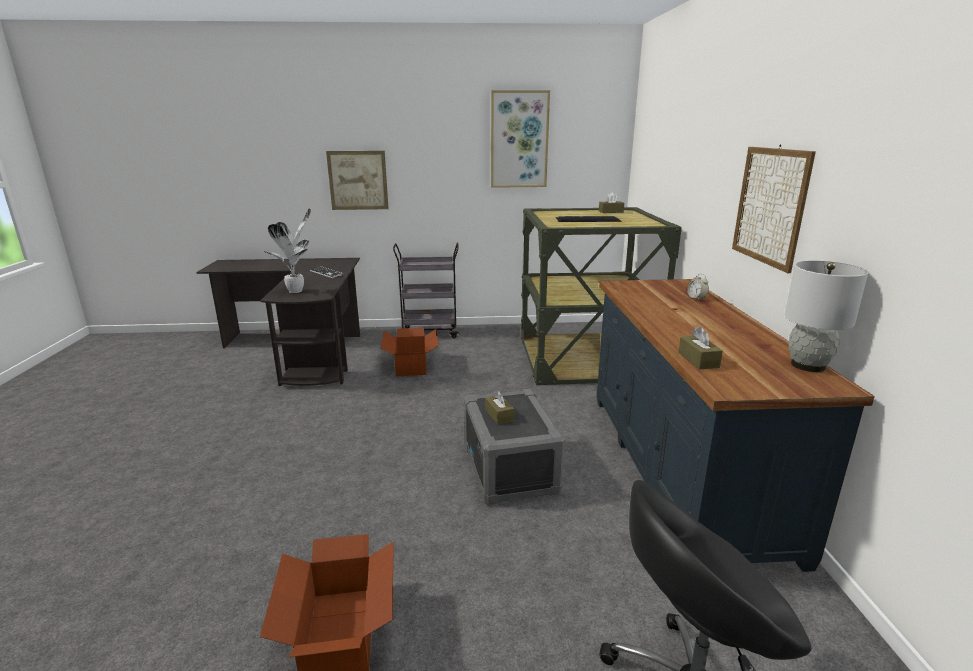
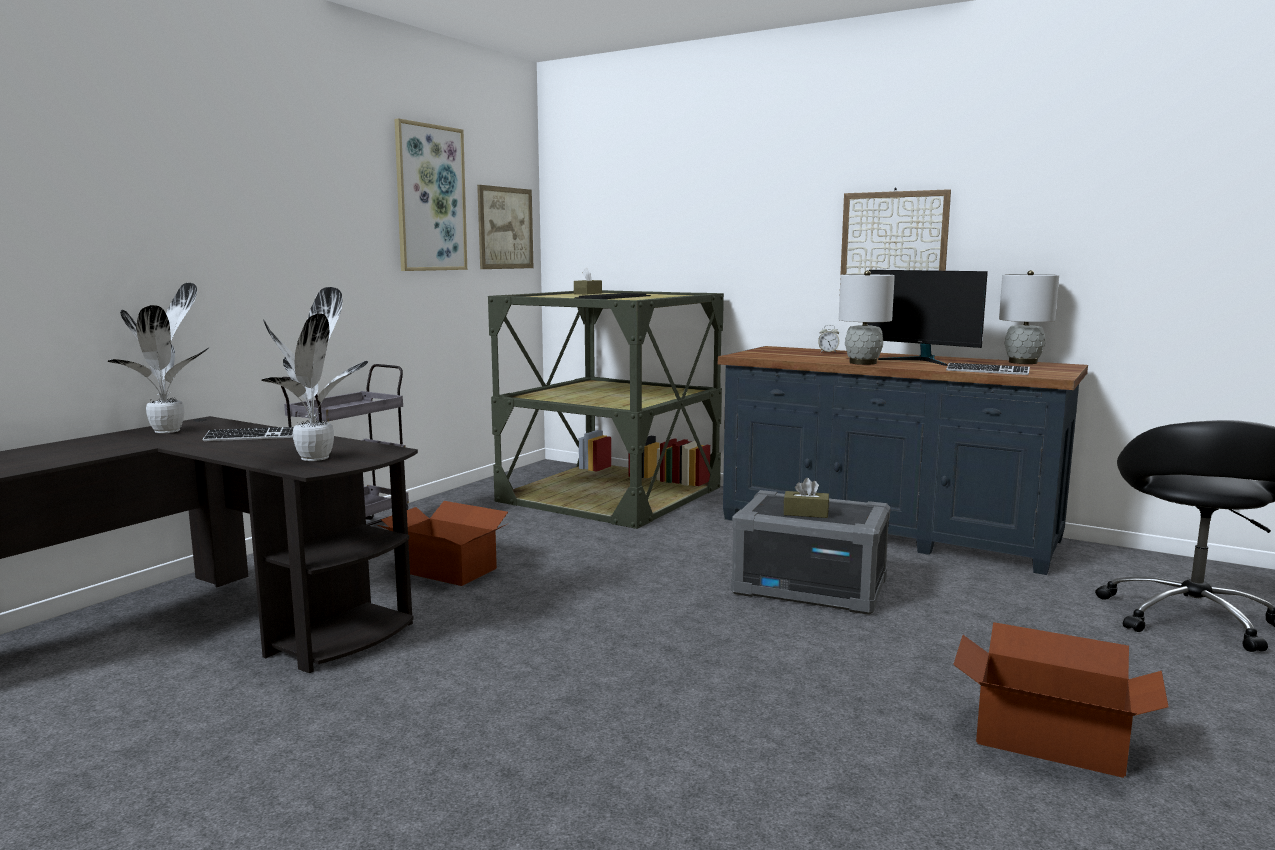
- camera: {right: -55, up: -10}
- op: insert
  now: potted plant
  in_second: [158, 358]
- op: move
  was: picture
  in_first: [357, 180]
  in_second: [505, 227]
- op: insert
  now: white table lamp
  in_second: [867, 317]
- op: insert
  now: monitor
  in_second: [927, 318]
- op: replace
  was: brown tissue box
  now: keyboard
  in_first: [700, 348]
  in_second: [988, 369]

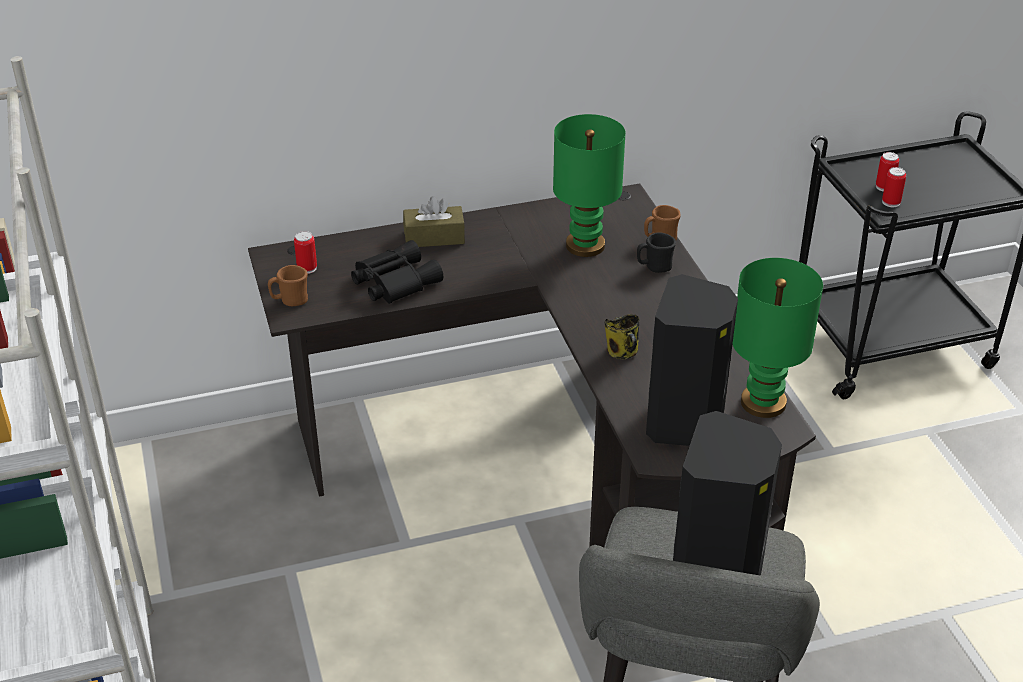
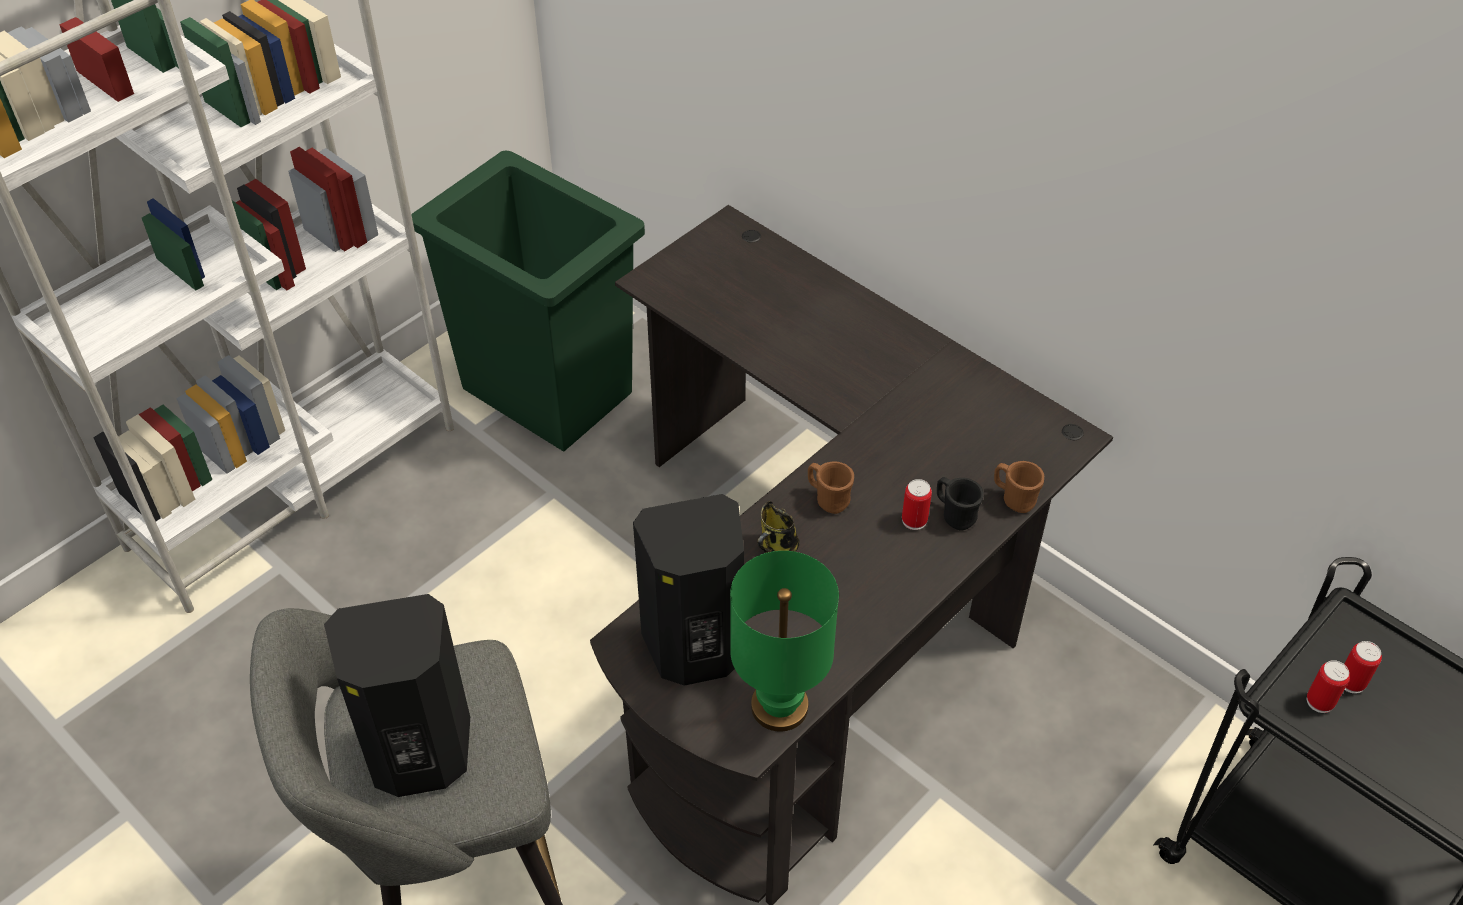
- camera: {right: 60, up: 10}
- op: insert
  now: green trash can
  in_second: [528, 301]
- op: move
  was: brown mug
  in_first: [288, 285]
  in_second: [831, 487]
- op: move
  was: can
  in_first: [305, 252]
  in_second: [917, 504]
- op: delete
  was: black binoculars
  in_first: [397, 272]
- op: delete
  was: brown tissue box
  in_first: [434, 221]
- op: delete
  was: green table lamp
  in_first: [589, 185]

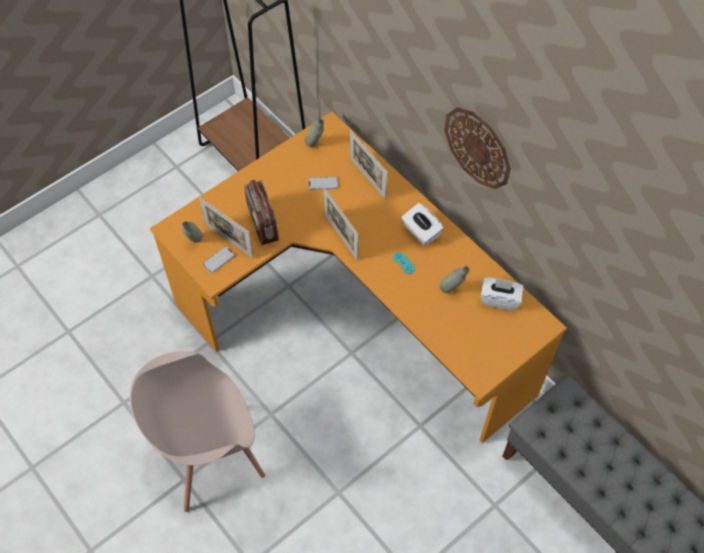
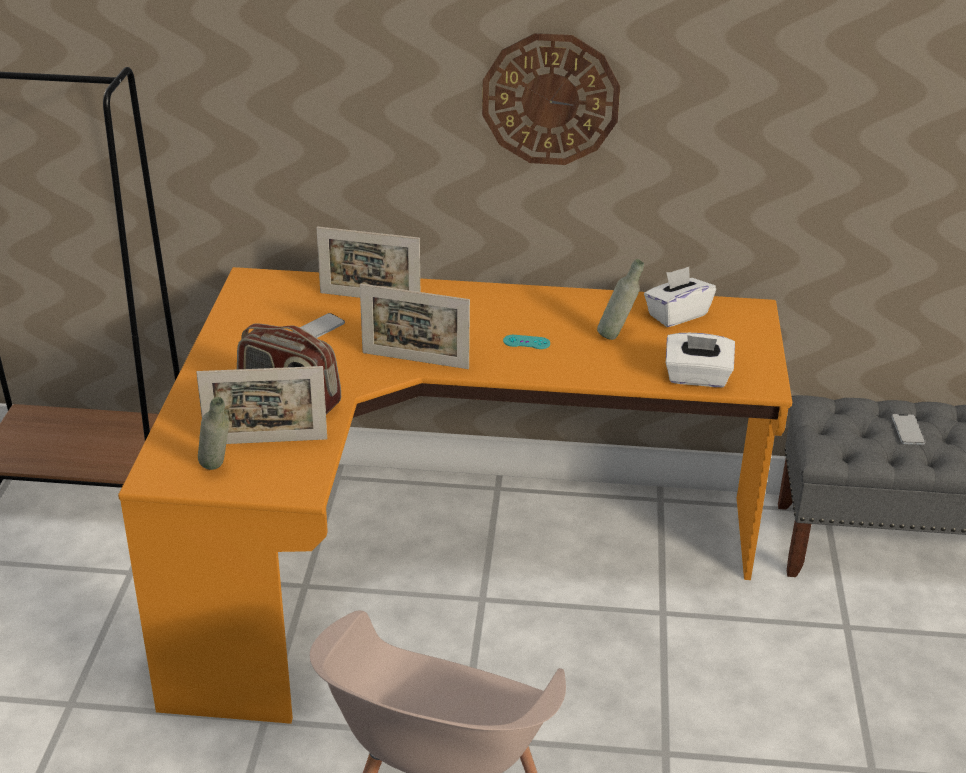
- camera: {right: -45, up: -25}
- op: move
  was: white tissue box
  in_first: [423, 224]
  in_second: [700, 360]
- op: move
  was: phone
  in_first: [219, 259]
  in_second: [908, 429]
- op: delete
  was: grey bottle
  in_first: [314, 133]

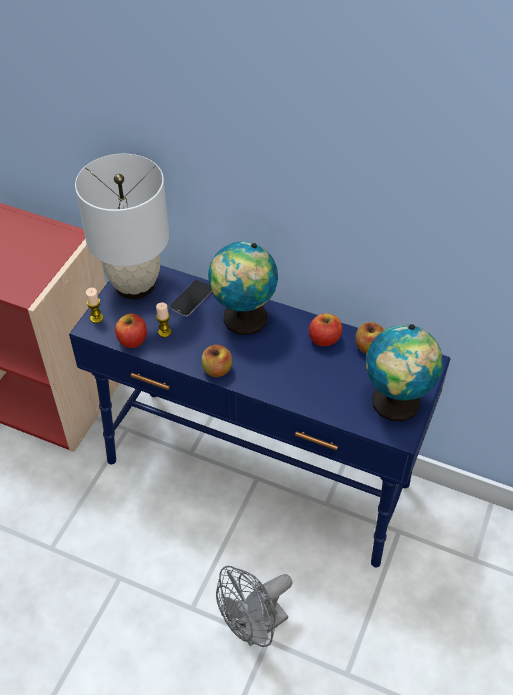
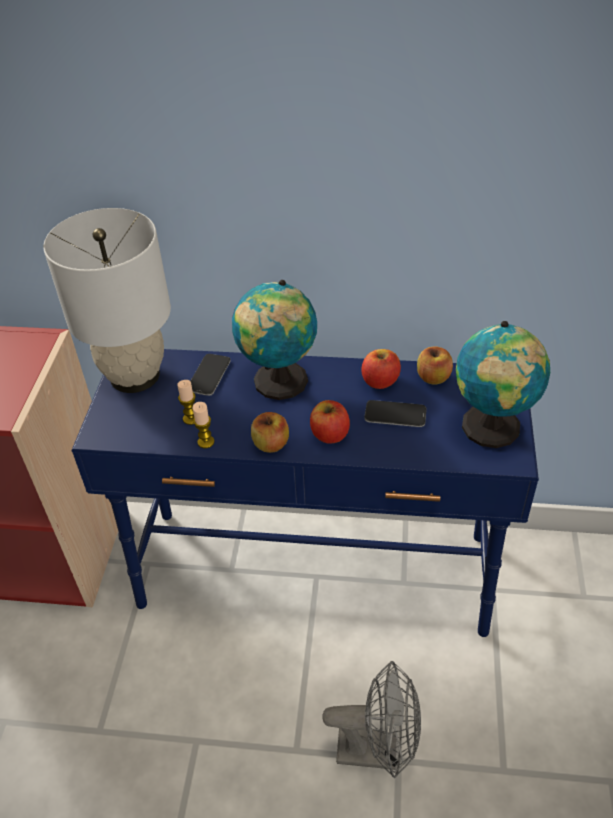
- camera: {right: -15, up: -5}
- op: move
  was: candle
  in_first: [94, 305]
  in_second: [203, 425]
- op: move
  was: apple
  in_first: [131, 331]
  in_second: [330, 422]
- op: rotate
  was: grey fan
  in_first: [254, 606]
  in_second: [371, 719]
  clockwise: -120
- op: insert
  now: phone
  in_second: [395, 413]

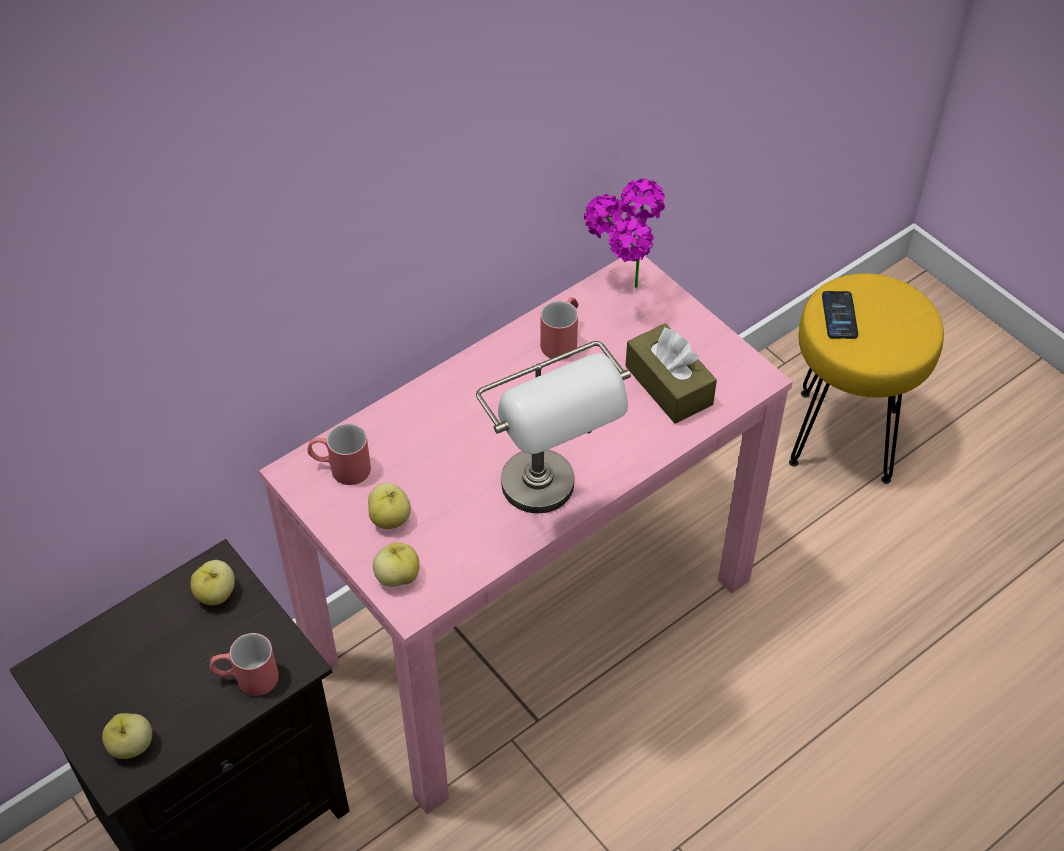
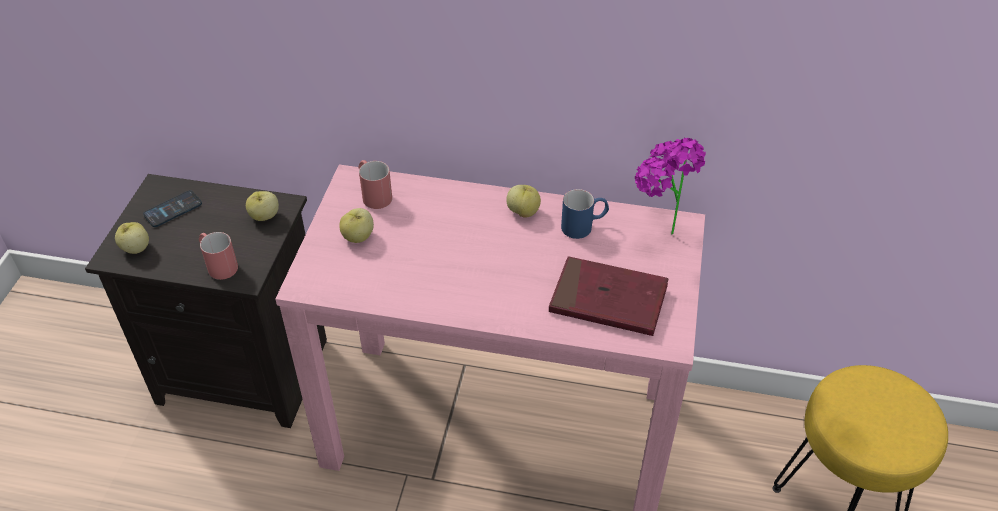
- camera: {right: 50, up: -5}
- op: move
  was: phone
  in_first: [840, 315]
  in_second: [172, 208]
- op: move
  was: apple
  in_first: [396, 564]
  in_second: [523, 201]
- op: replace
  was: brown tissue box
  now: red book
  in_first: [671, 373]
  in_second: [608, 296]
- op: recolor
  was: red mug
  now: blue mug
  in_first: [559, 328]
  in_second: [585, 214]
- op: delete
  was: grey table lamp
  in_first: [553, 427]

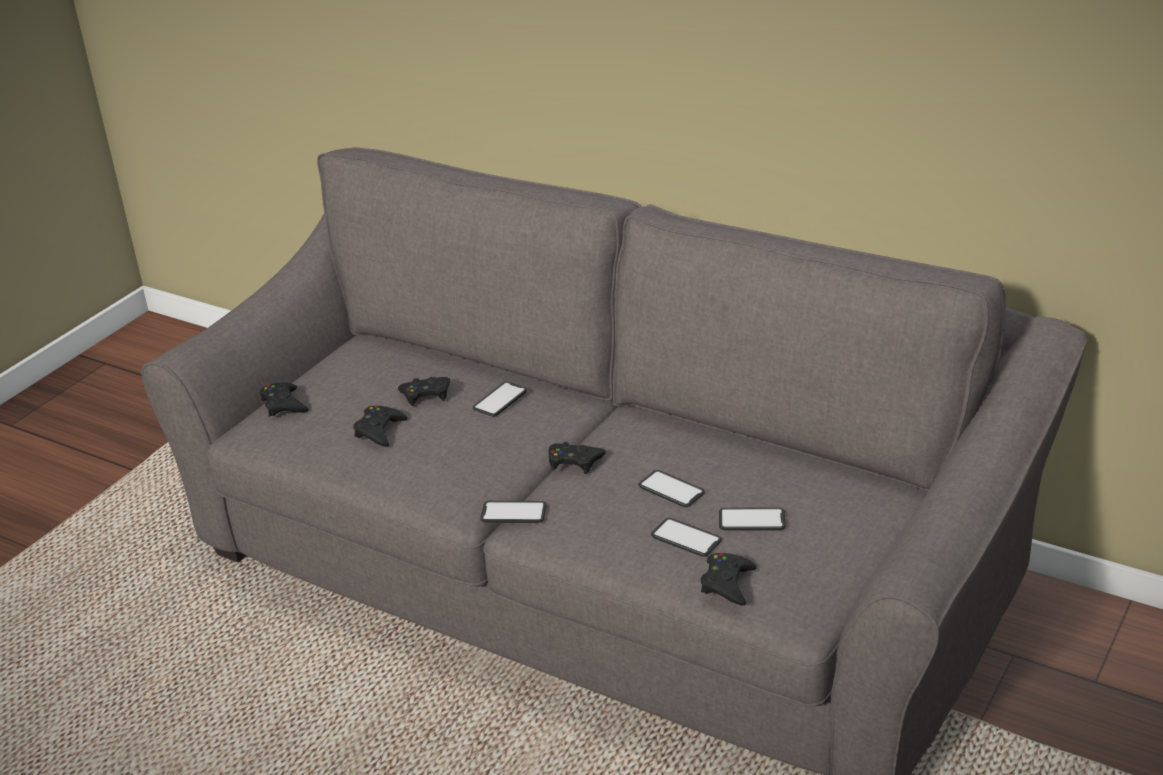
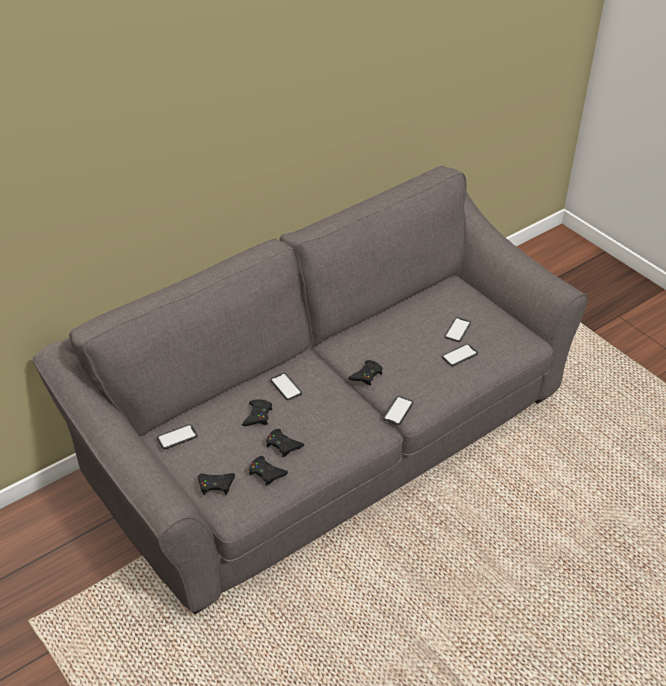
- camera: {right: -70, up: 10}
- op: move
  was: phone
  in_first: [671, 488]
  in_second: [177, 436]
- op: move
  was: black game controller
  in_first: [729, 579]
  in_second: [268, 471]

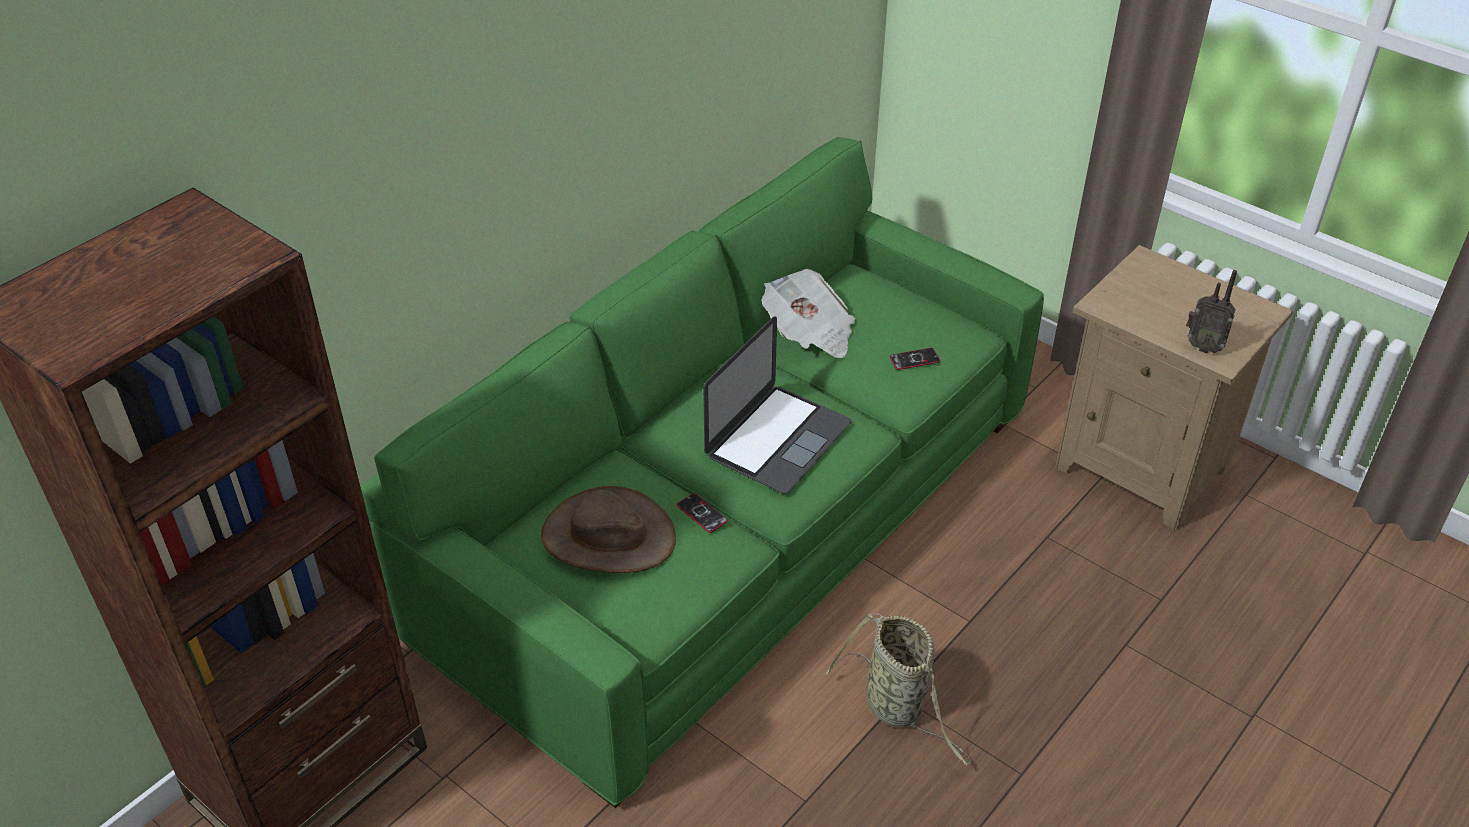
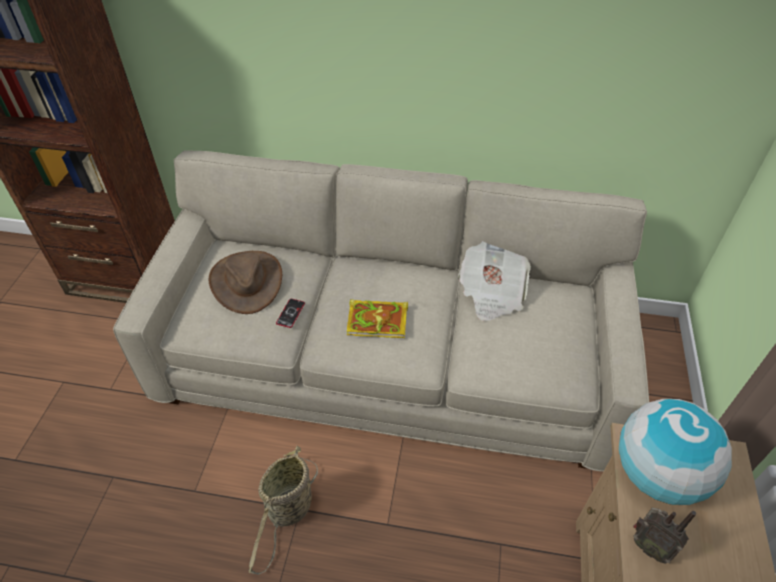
- camera: {right: 60, up: 5}
- op: recolor
  was: green sofa
  now: beige sofa
  in_first: [702, 472]
  in_second: [381, 311]
- op: replace
  was: laptop
  now: book
  in_first: [777, 405]
  in_second: [377, 318]
- op: insert
  now: globe
  in_second: [675, 452]
- op: rotate
  was: radio
  in_first: [1211, 311]
  in_second: [664, 535]
  clockwise: -45
- op: delete
  was: phone
  in_first: [914, 359]

